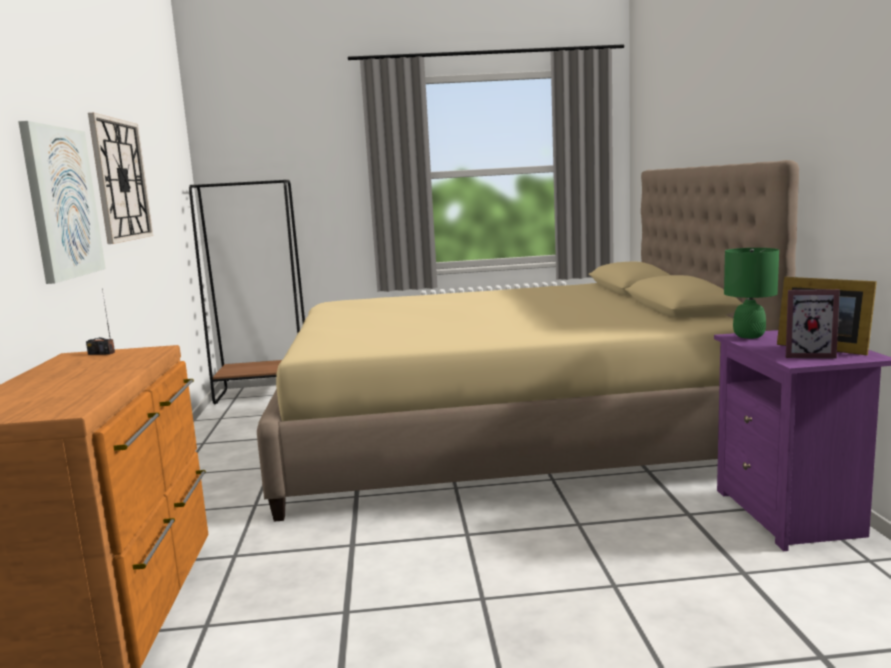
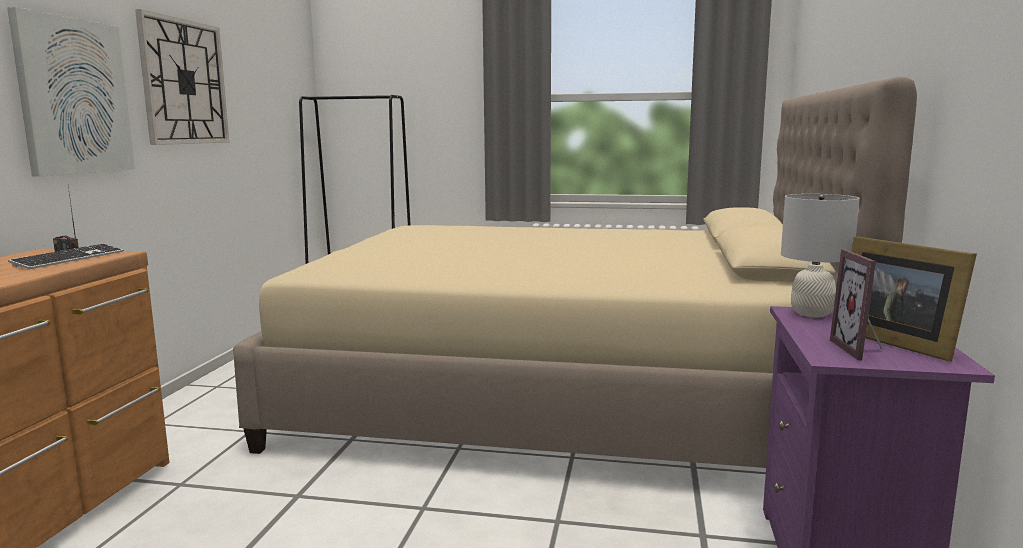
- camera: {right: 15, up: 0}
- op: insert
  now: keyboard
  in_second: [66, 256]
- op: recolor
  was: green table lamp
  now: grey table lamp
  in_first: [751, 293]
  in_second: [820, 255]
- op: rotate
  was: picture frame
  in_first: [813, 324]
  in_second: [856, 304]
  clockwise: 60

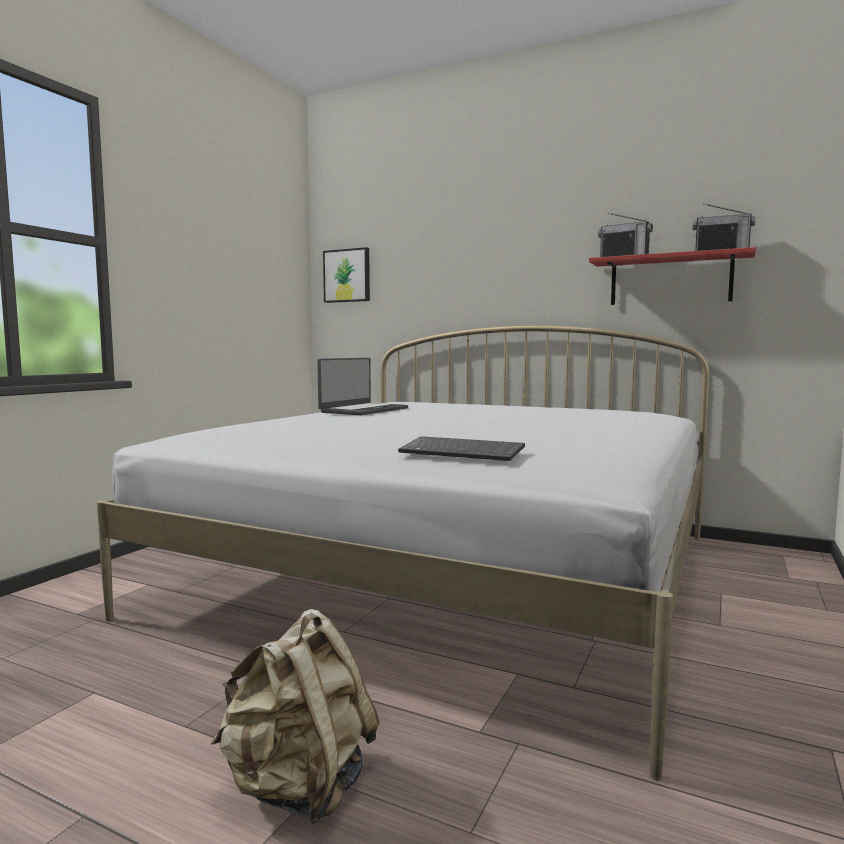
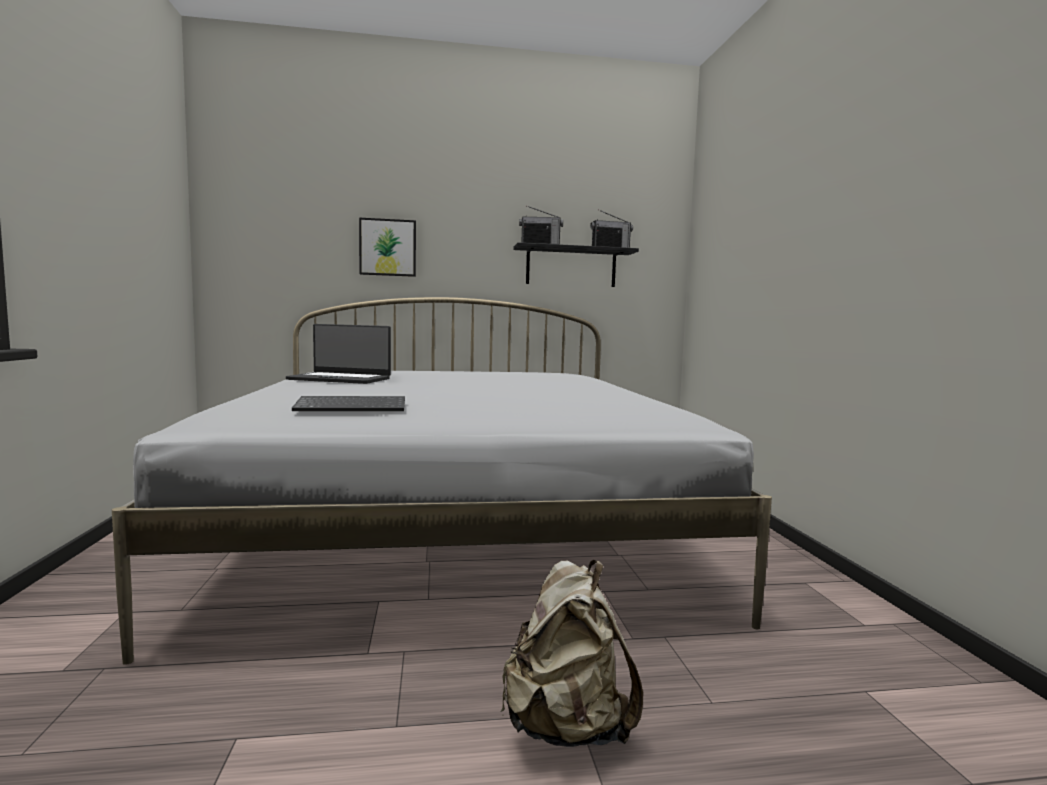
- camera: {right: -35, up: 0}
- op: rotate
  was: laptop
  in_first: [362, 386]
  in_second: [338, 354]
  clockwise: 105
- op: move
  was: keyboard
  in_first: [461, 448]
  in_second: [348, 403]
- op: move
  was: picture
  in_first: [346, 275]
  in_second: [387, 247]
- op: recolor
  was: red shelf
  now: black shelf
  in_first: [672, 276]
  in_second: [576, 264]

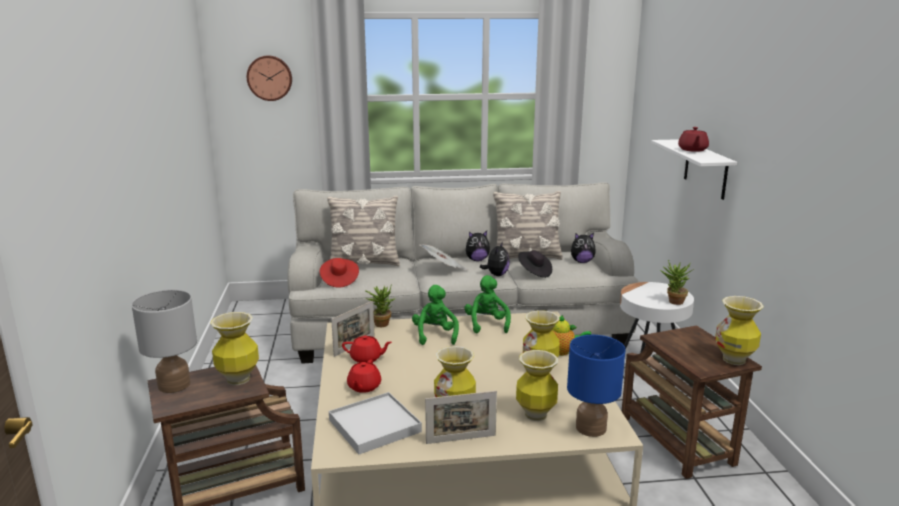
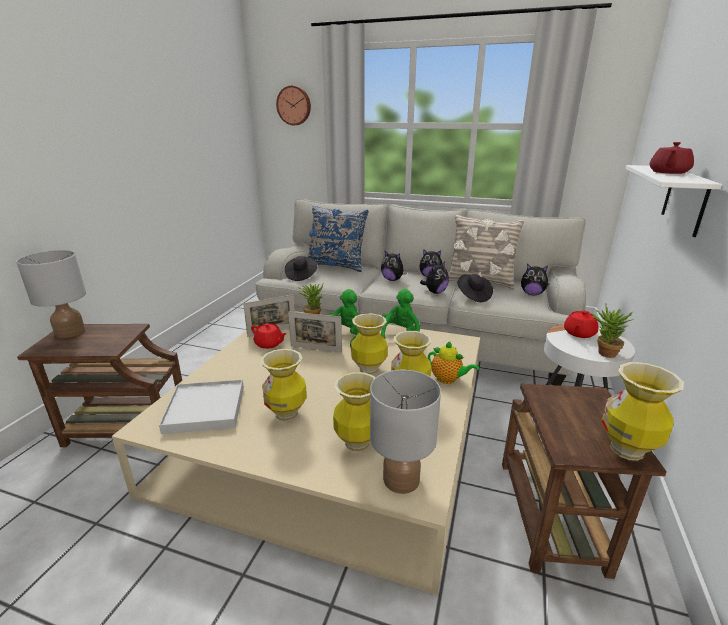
- camera: {right: 25, up: 5}
- op: recolor
  was: red hat
  now: black hat
  in_first: [339, 273]
  in_second: [301, 268]
- op: move
  was: picture frame
  in_first: [461, 417]
  in_second: [315, 331]
- op: recolor
  was: beige pillow
  now: blue pillow
  in_first: [363, 231]
  in_second: [338, 238]
- op: move
  was: vase
  in_first: [234, 348]
  in_second: [369, 344]
- op: recolor
  was: blue table lamp
  now: grey table lamp
  in_first: [596, 386]
  in_second: [405, 432]
- op: replace
  was: newspaper
  now: plush toy
  in_first: [444, 257]
  in_second: [394, 266]
- op: move
  was: red teapot
  in_first: [364, 376]
  in_second: [581, 324]

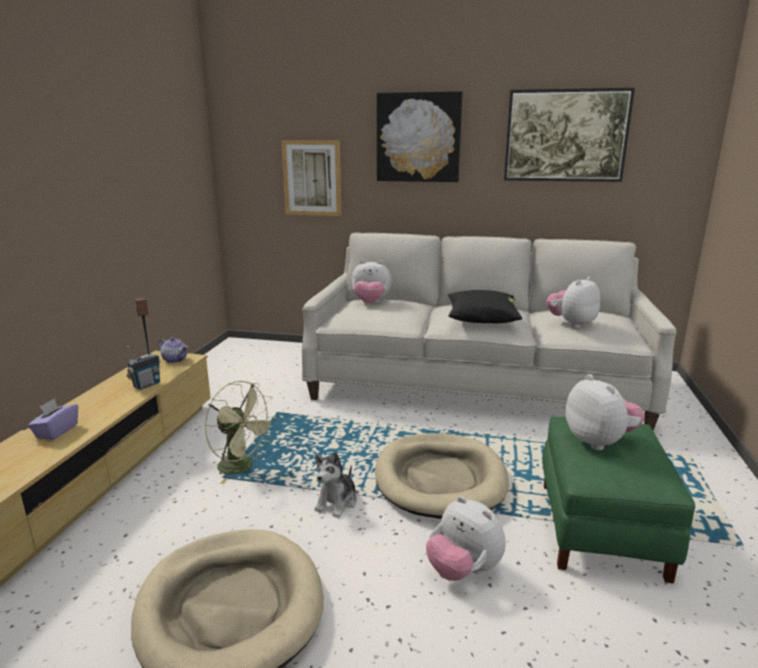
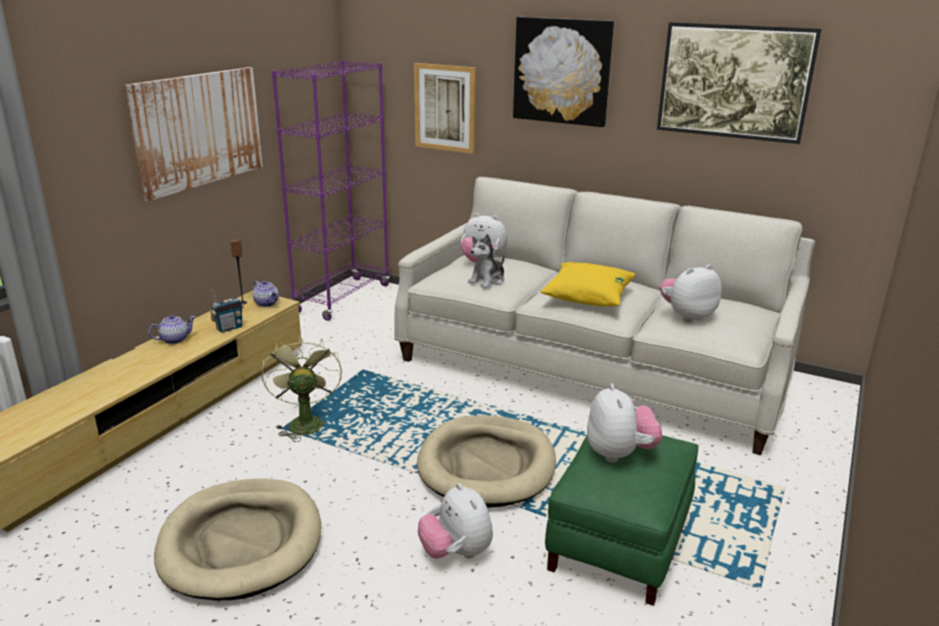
- camera: {right: 15, up: 5}
- op: insert
  now: picture
  in_second: [193, 134]
- op: insert
  now: teapot
  in_second: [171, 329]
- op: rotate
  was: green fan
  in_first: [241, 432]
  in_second: [302, 388]
  clockwise: -150
- op: insert
  now: purple bookcase
  in_second: [331, 190]
- op: move
  was: plush toy
  in_first: [335, 485]
  in_second: [486, 261]
- op: recolor
  was: black pillow
  now: yellow pillow
  in_first: [485, 306]
  in_second: [587, 284]
- op: delete
  was: purple tissue box
  in_first: [53, 419]

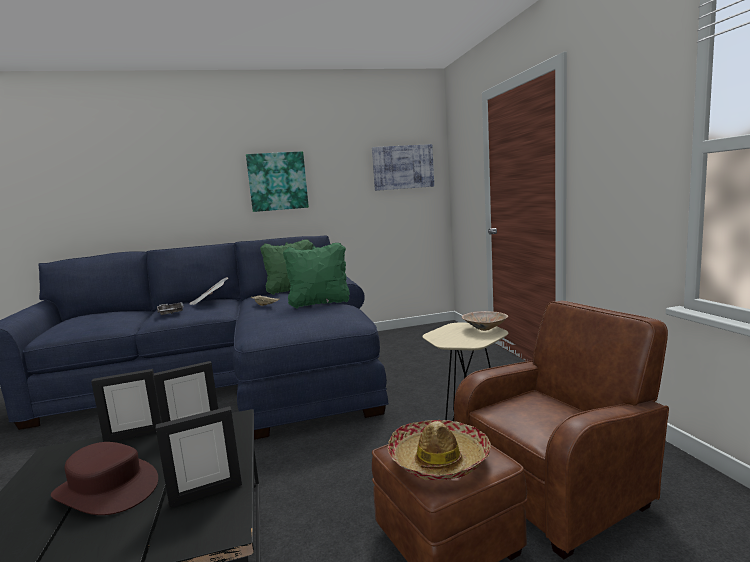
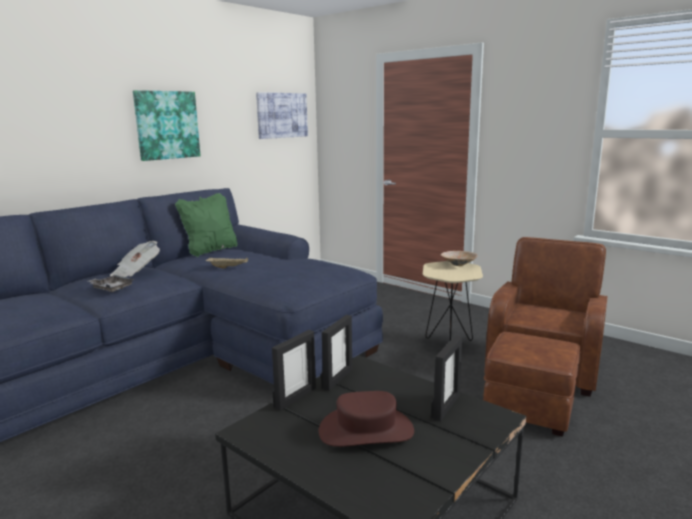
- camera: {right: -35, up: 5}
- op: delete
  was: green pillow
  in_first: [316, 276]
- op: delete
  was: hat
  in_first: [439, 450]

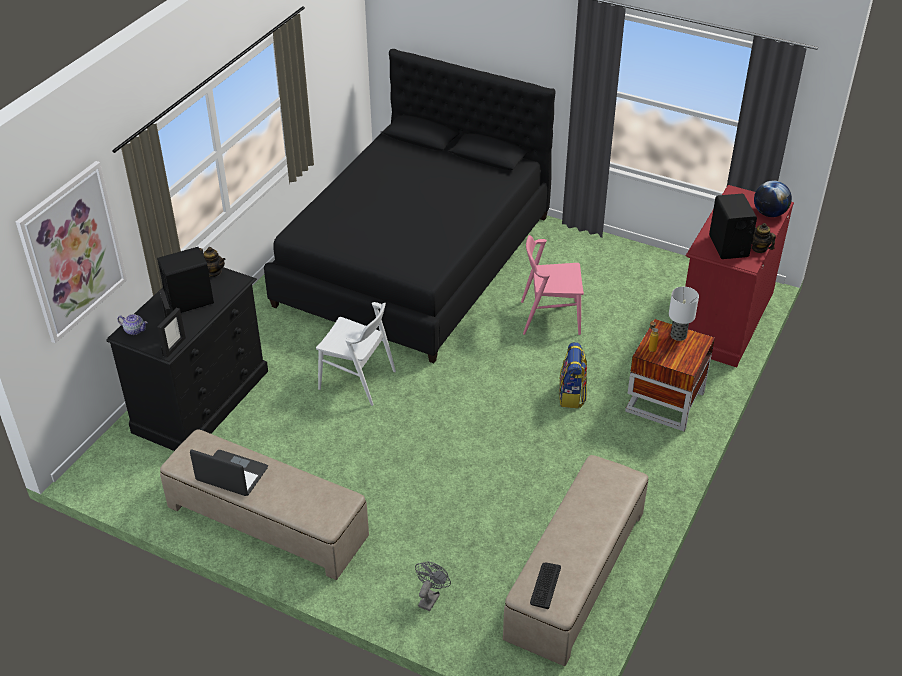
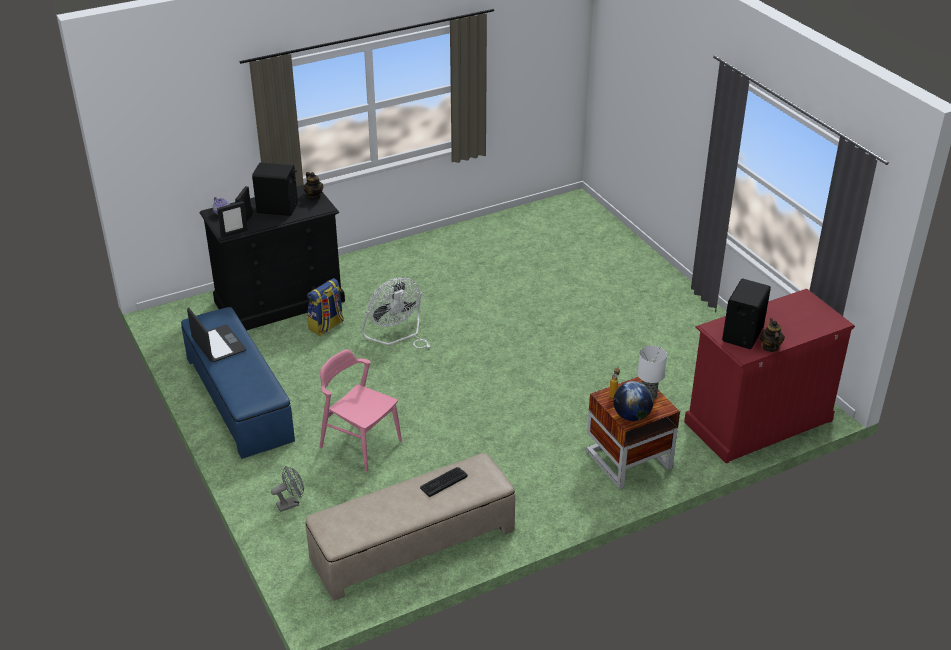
- camera: {right: 35, up: -5}
- op: recolor
  was: beige bench
  now: blue bench
  in_first: [264, 504]
  in_second: [238, 383]
- op: move
  was: backpack
  in_first: [573, 375]
  in_second: [325, 307]
- op: move
  was: pink chair
  in_first: [552, 285]
  in_second: [361, 410]
- op: replace
  was: white chair
  now: white fan
  in_first: [356, 354]
  in_second: [396, 313]
- op: move
  was: keyboard
  in_first: [545, 585]
  in_second: [444, 482]
- op: move
  was: globe
  in_first: [773, 199]
  in_second: [633, 401]
- op: delete
  was: picture
  in_first: [71, 252]
- op: delete
  was: black bed
  in_first: [410, 206]

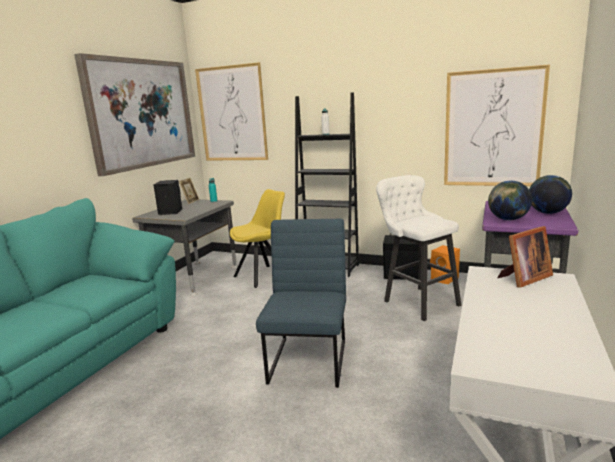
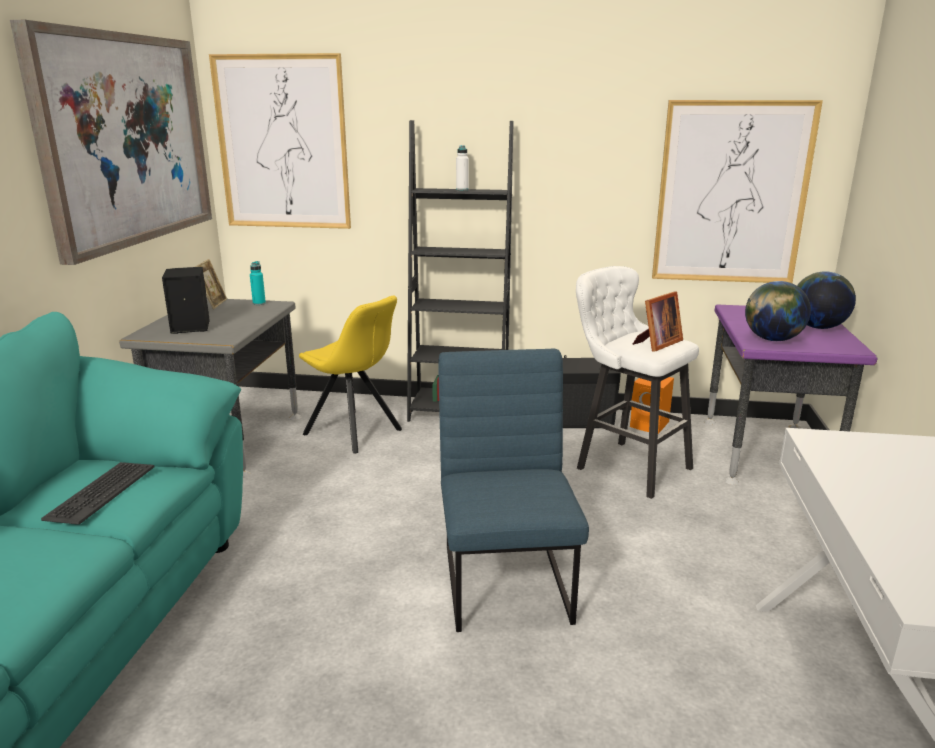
- camera: {right: -15, up: 5}
- op: insert
  now: keyboard
  in_second: [98, 493]
- op: rotate
  was: yellow chair
  in_first: [257, 238]
  in_second: [350, 375]
  clockwise: 90
- op: move
  was: picture frame
  in_first: [525, 257]
  in_second: [658, 321]

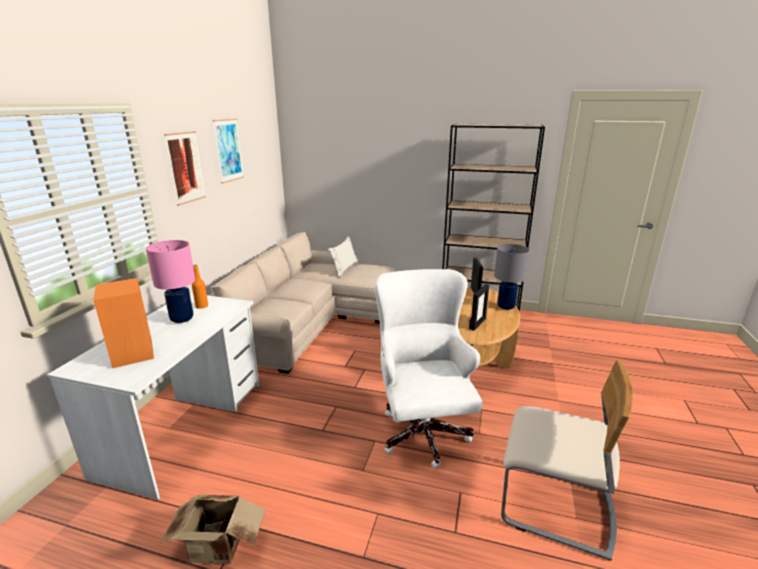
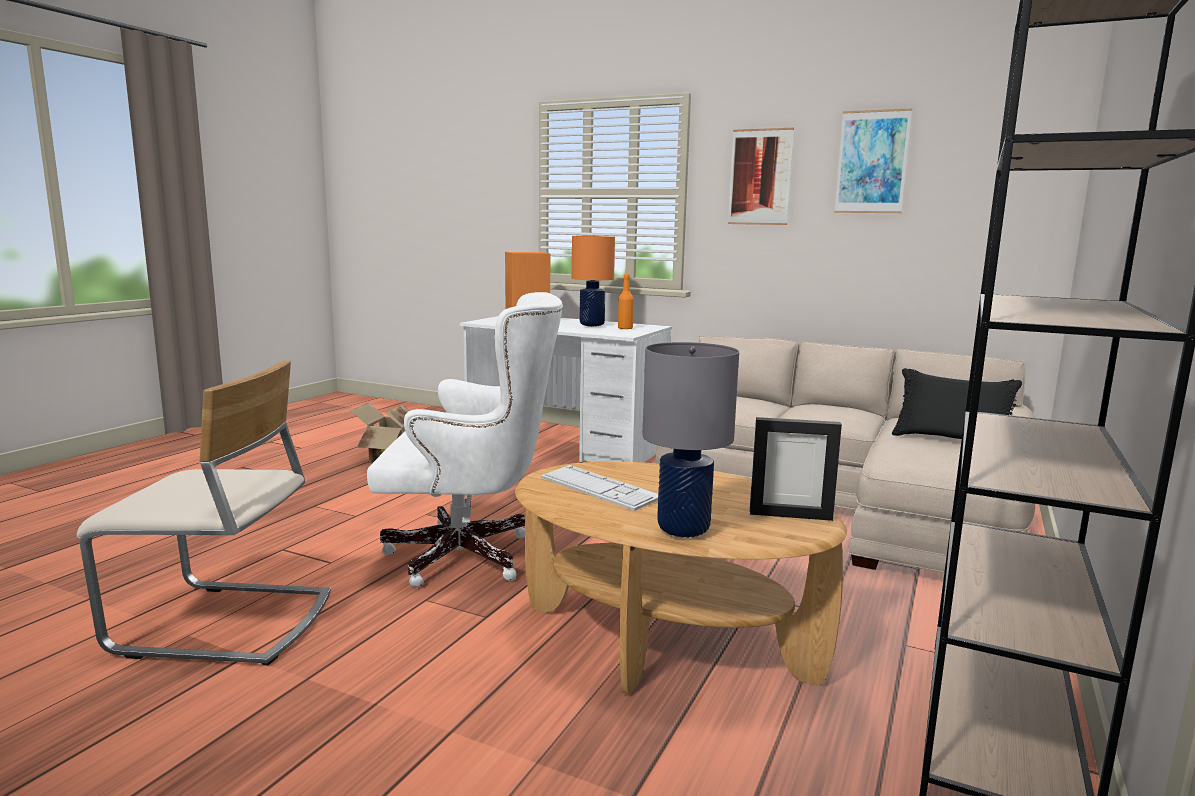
- camera: {right: 100, up: -10}
- op: rotate
  was: beige chair
  in_first: [567, 460]
  in_second: [204, 513]
  clockwise: -120
- op: replace
  was: picture frame
  now: keyboard
  in_first: [479, 307]
  in_second: [599, 488]
- op: recolor
  was: pink table lamp
  now: orange table lamp
  in_first: [170, 281]
  in_second: [593, 281]
- op: recolor
  was: white pillow
  now: black pillow
  in_first: [343, 257]
  in_second: [957, 403]

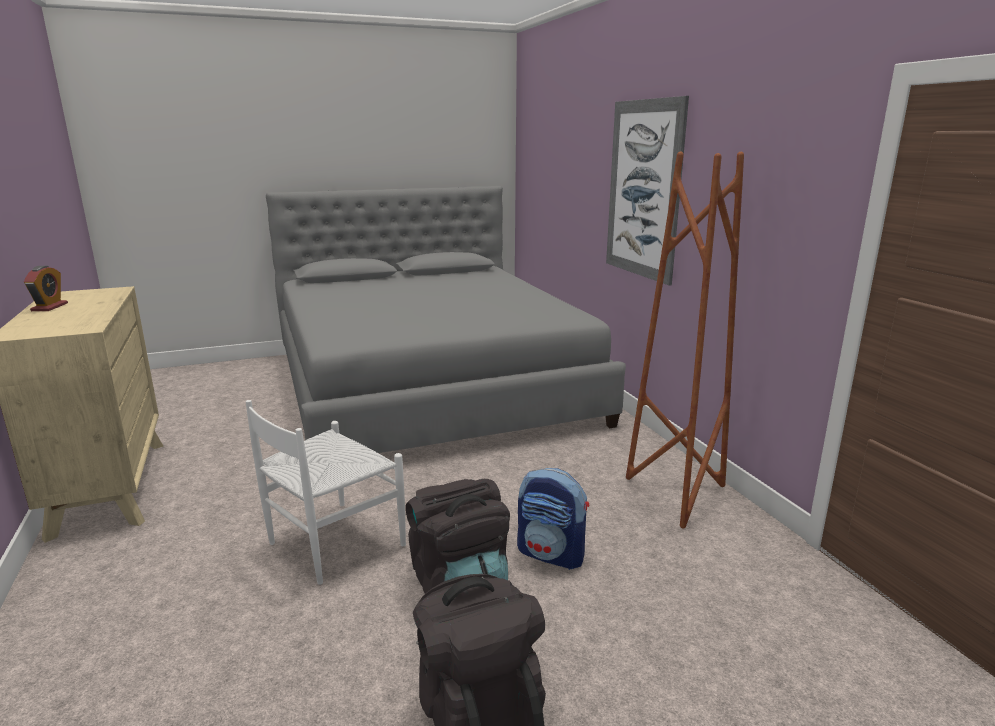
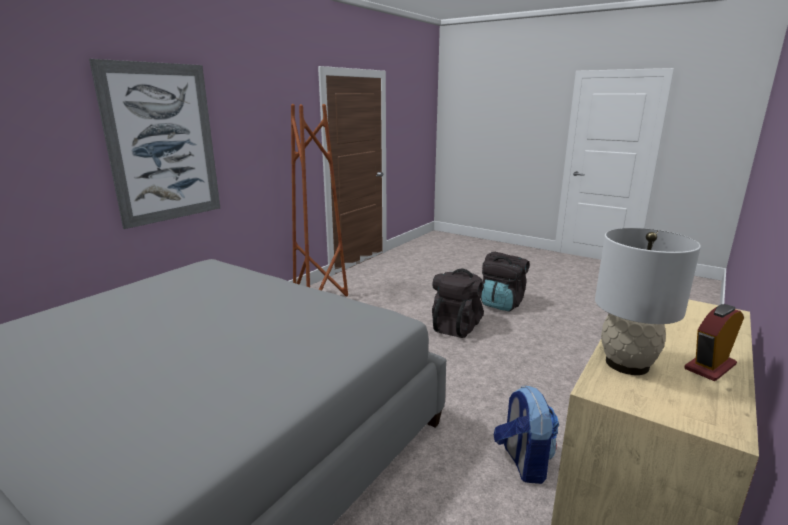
- camera: {right: -125, up: 0}
- op: move
  was: backpack
  in_first: [553, 519]
  in_second: [526, 435]
- op: insert
  now: white table lamp
  in_second: [648, 301]
- op: delete
  was: white chair
  in_first: [326, 492]

